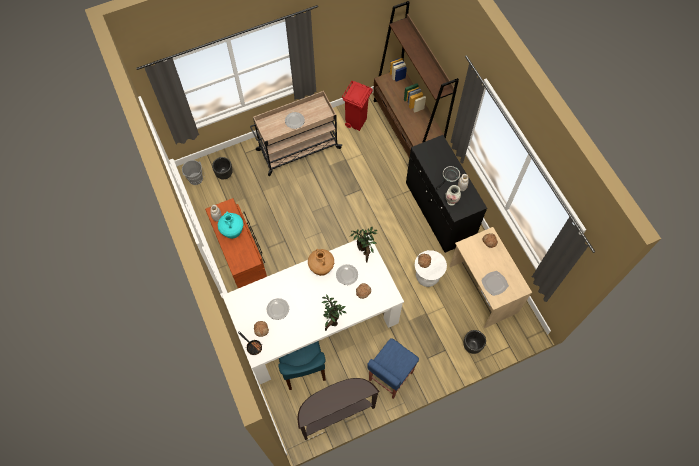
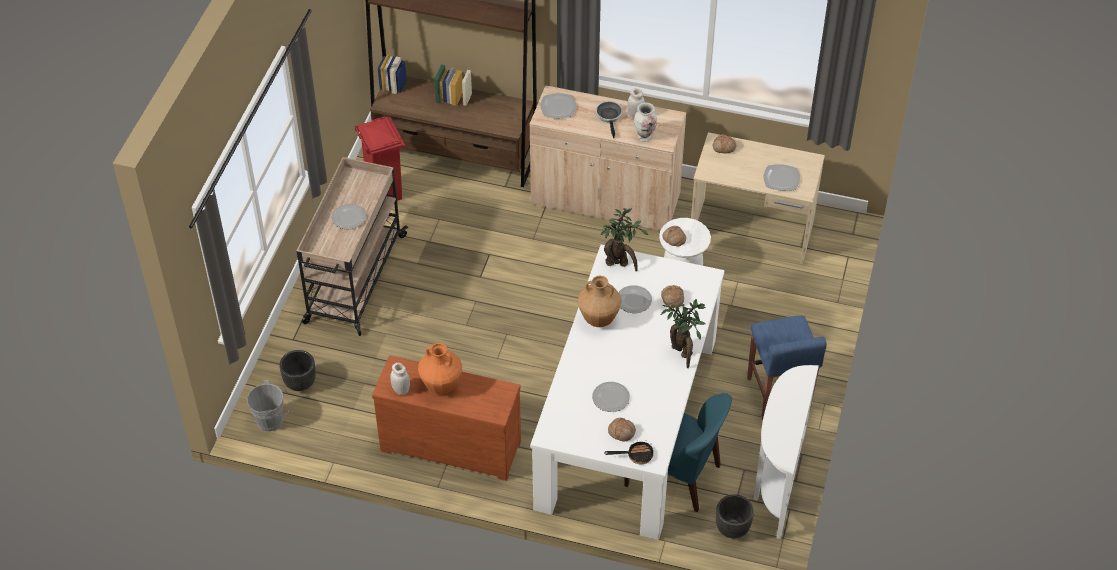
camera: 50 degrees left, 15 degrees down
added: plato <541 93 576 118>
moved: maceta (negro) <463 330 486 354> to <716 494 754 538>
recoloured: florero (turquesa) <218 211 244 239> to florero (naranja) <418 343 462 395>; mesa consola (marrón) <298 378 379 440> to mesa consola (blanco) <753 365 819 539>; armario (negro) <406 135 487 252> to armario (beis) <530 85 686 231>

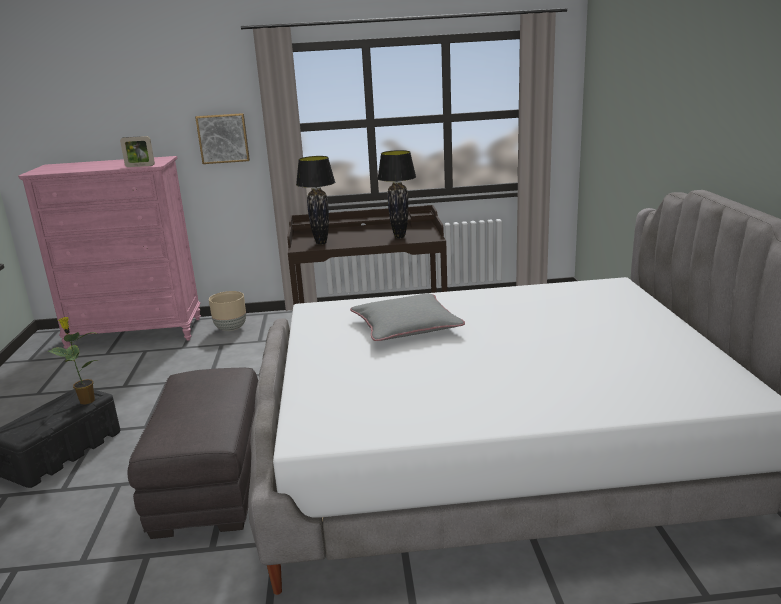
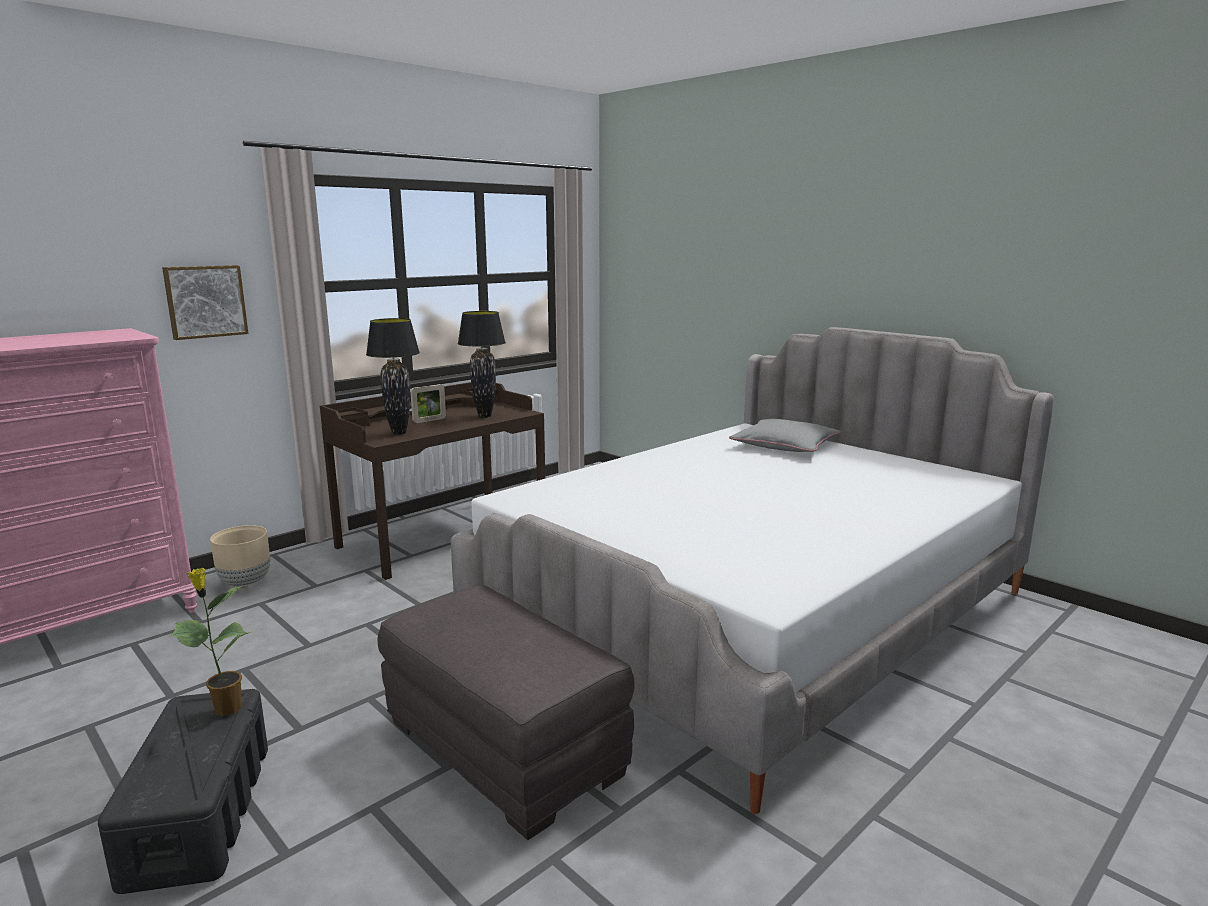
camera: 40 degrees left, 5 degrees down
moved: portarretratos <120 136 155 167> to <410 384 446 423>; cojín (gris) <350 294 465 341> to <729 419 841 452>

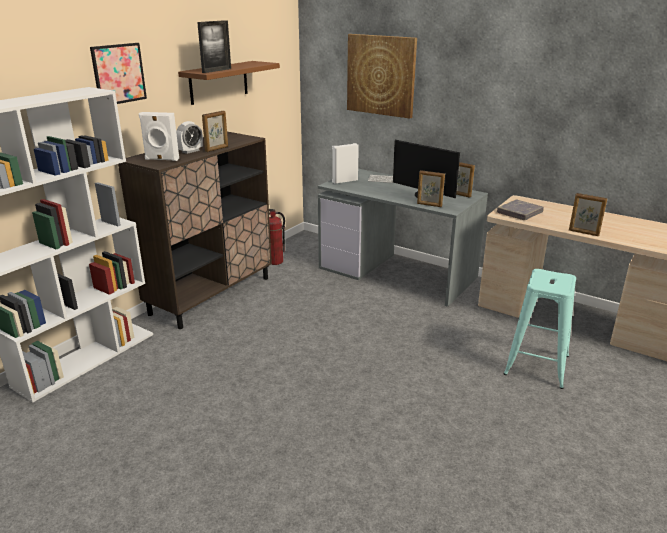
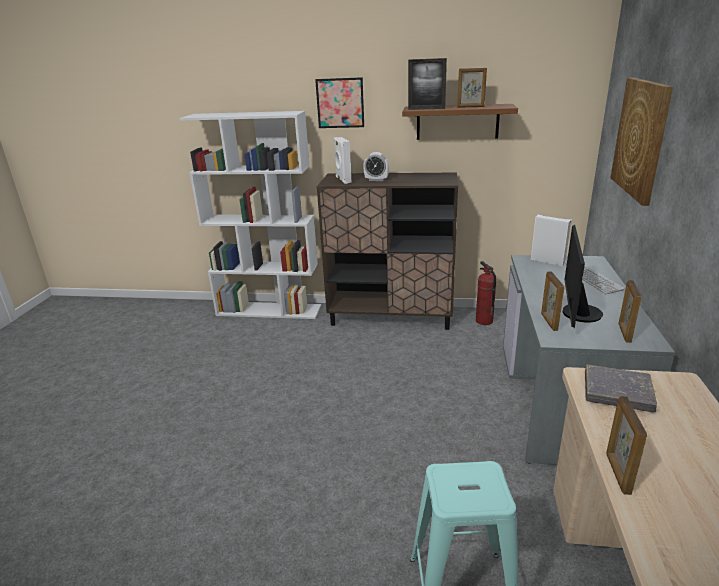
camera: 65 degrees right, 0 degrees up
moved: portarretratos <202 111 228 152> to <457 68 487 108>

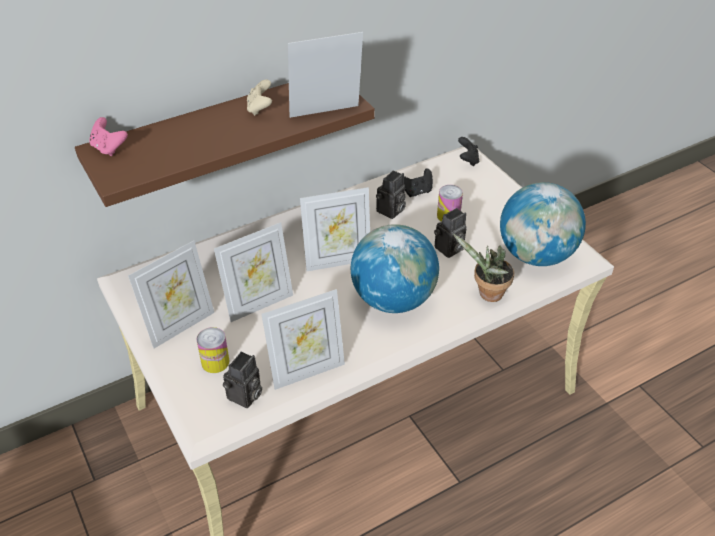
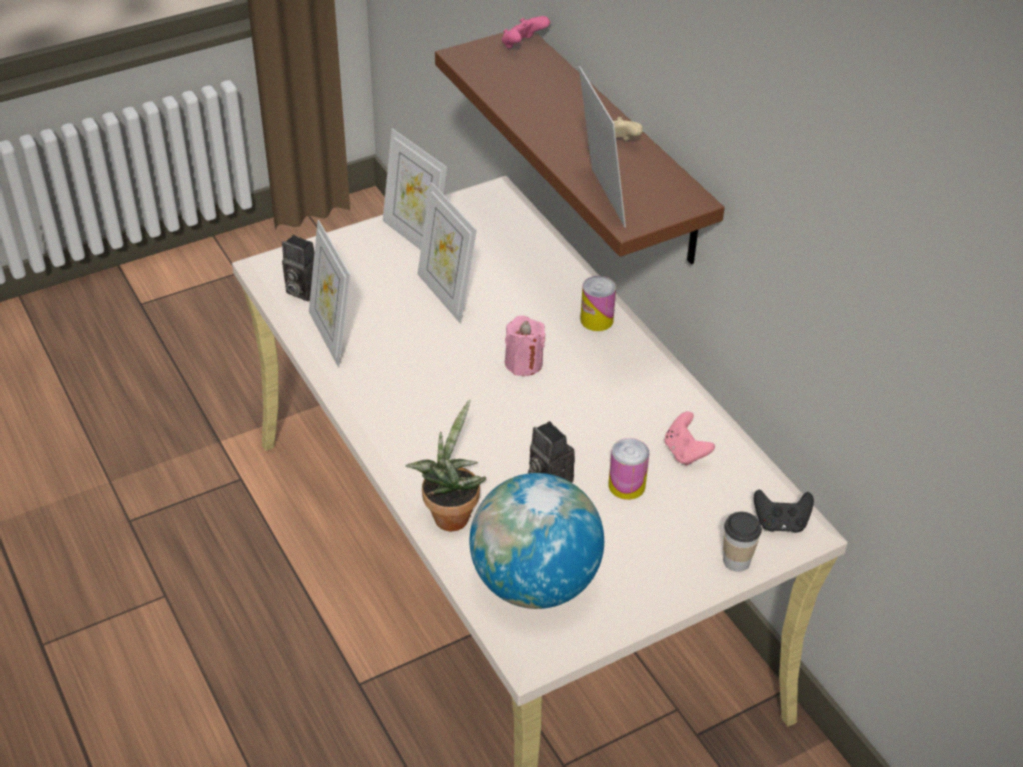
camera: 90 degrees right, 0 degrees up
removed: globo terráqueo <351 224 439 313>; cámara <376 170 406 219>
added: taza <723 512 762 572>
moved: lata <197 327 229 373> to <580 276 616 331>
replaced: portarretratos <300 187 370 271> to vela (rosa) <505 316 546 376>
recoloured: mando de consola (negro) <404 168 433 197> to mando de consola (rosa) <665 411 715 466>

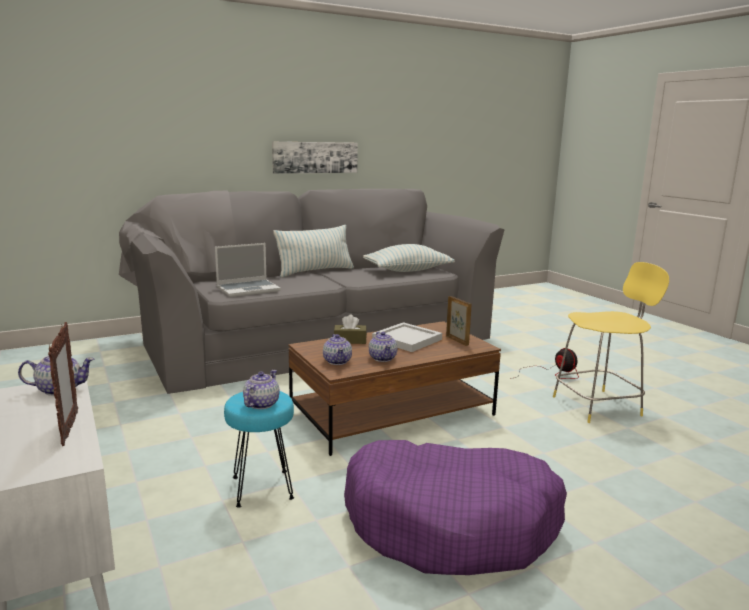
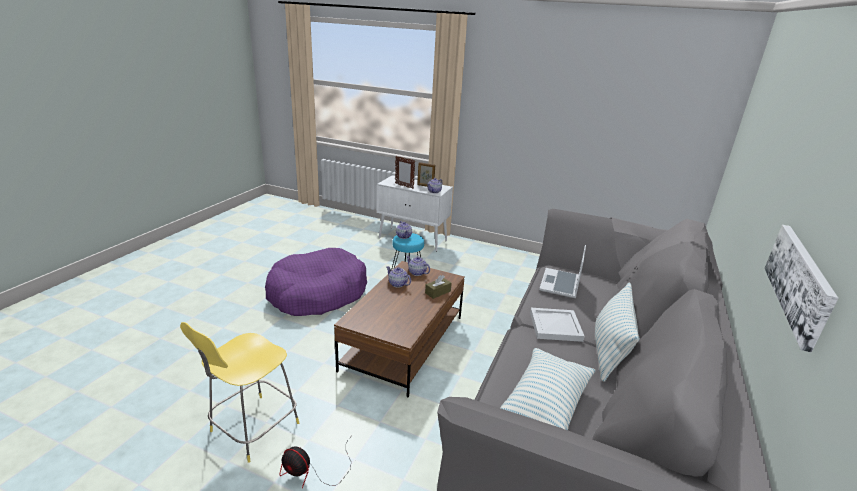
camera: 140 degrees right, 10 degrees up
moved: bandeja (blanco) <372 322 442 352> to <530 308 585 342>; portarretratos <446 296 472 346> to <417 162 435 187>

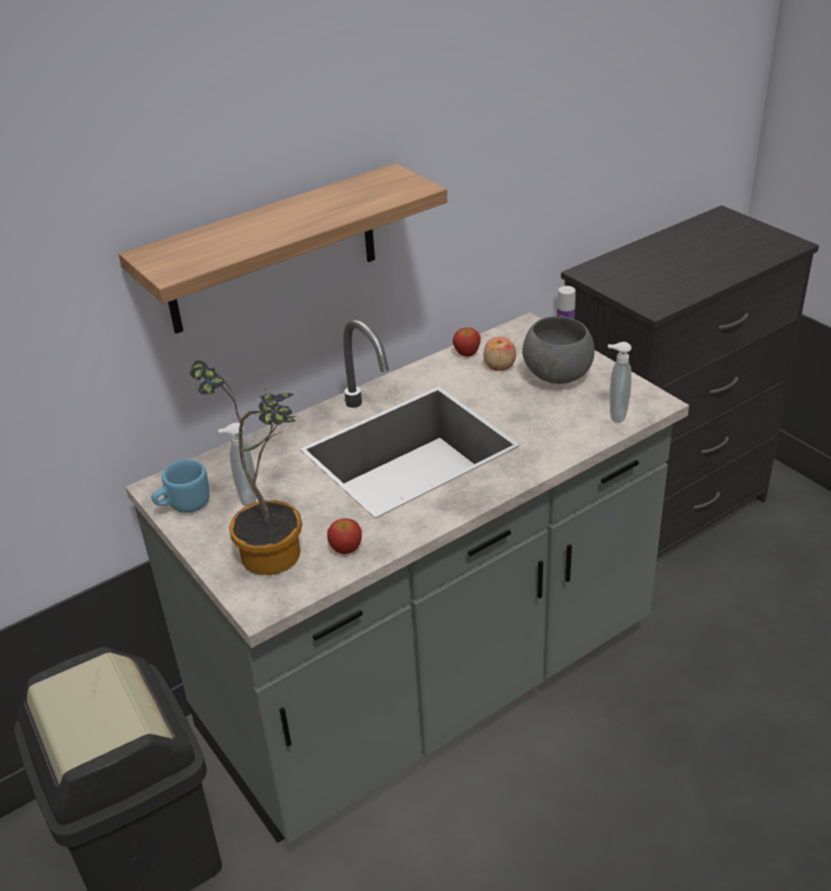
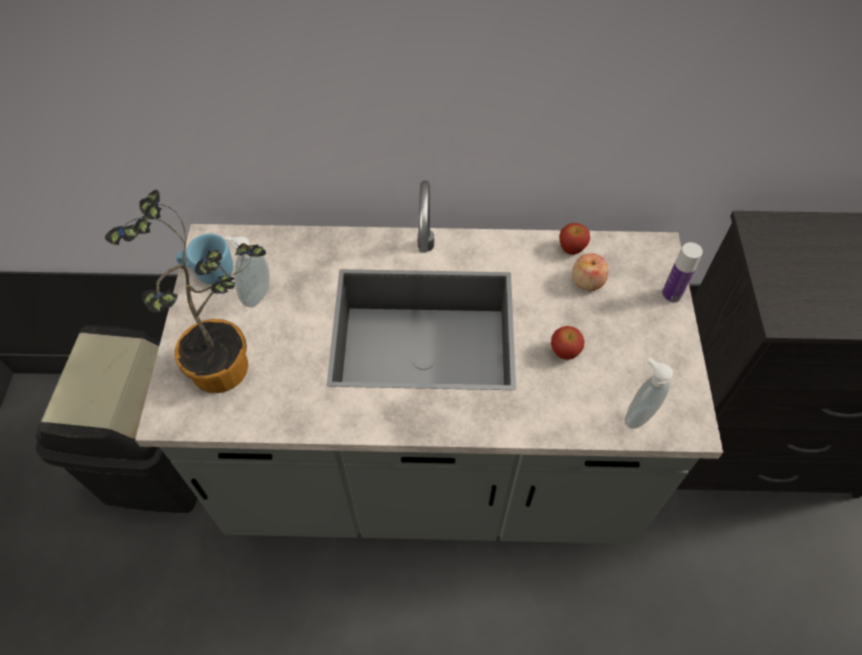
camera: 35 degrees right, 20 degrees up
removed: estante <119 163 447 334>; cuenco (gris) <522 316 595 384>
moved: manzana <327 518 362 554> to <551 326 585 360>

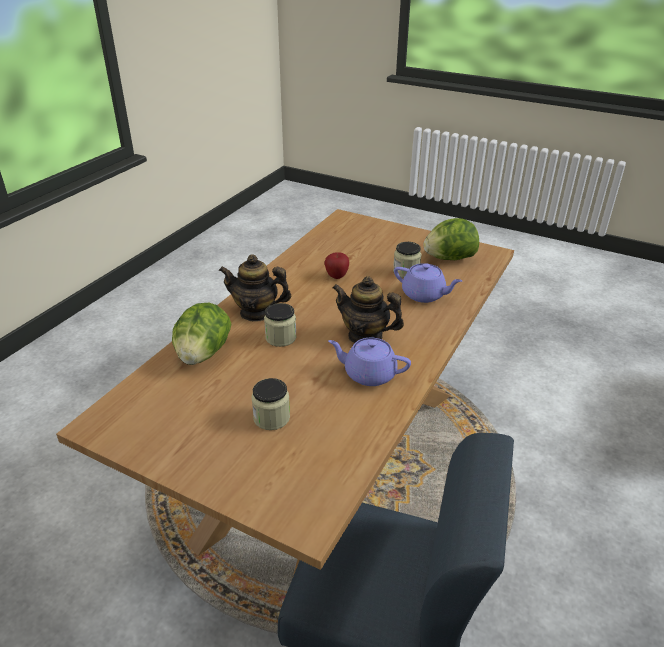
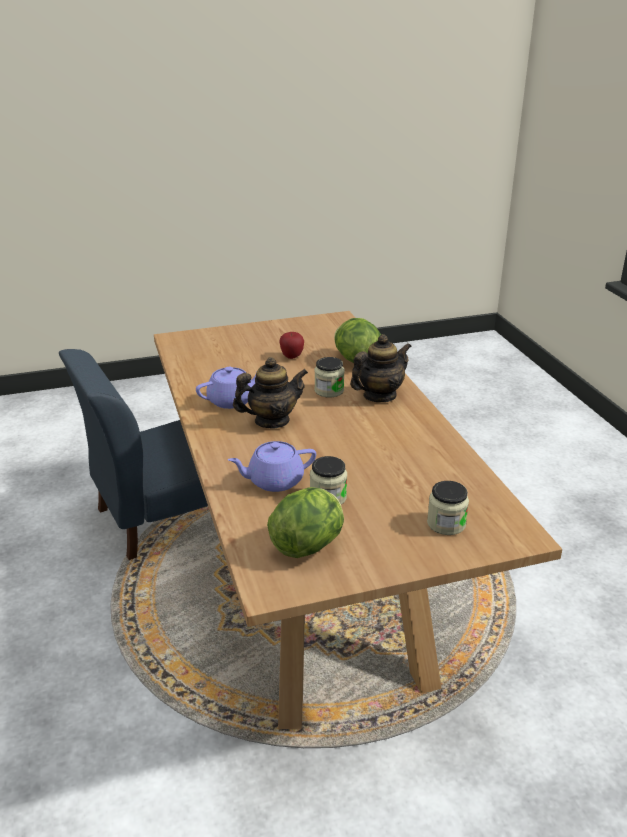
camera: 135 degrees right, 5 degrees down
moved: tarro <251 378 290 430> to <427 481 469 535>; manzana <325 252 349 279> to <279 332 304 359>

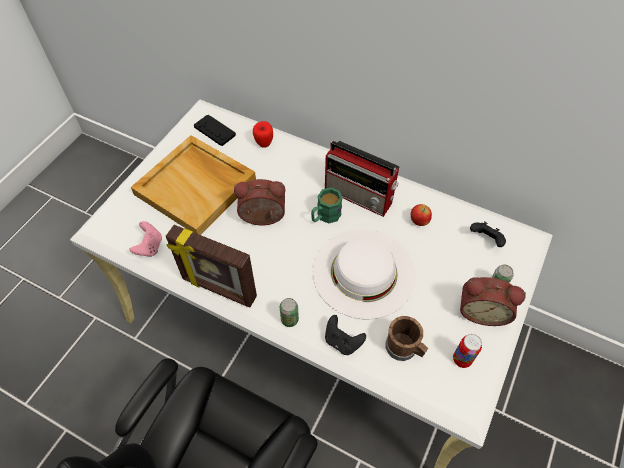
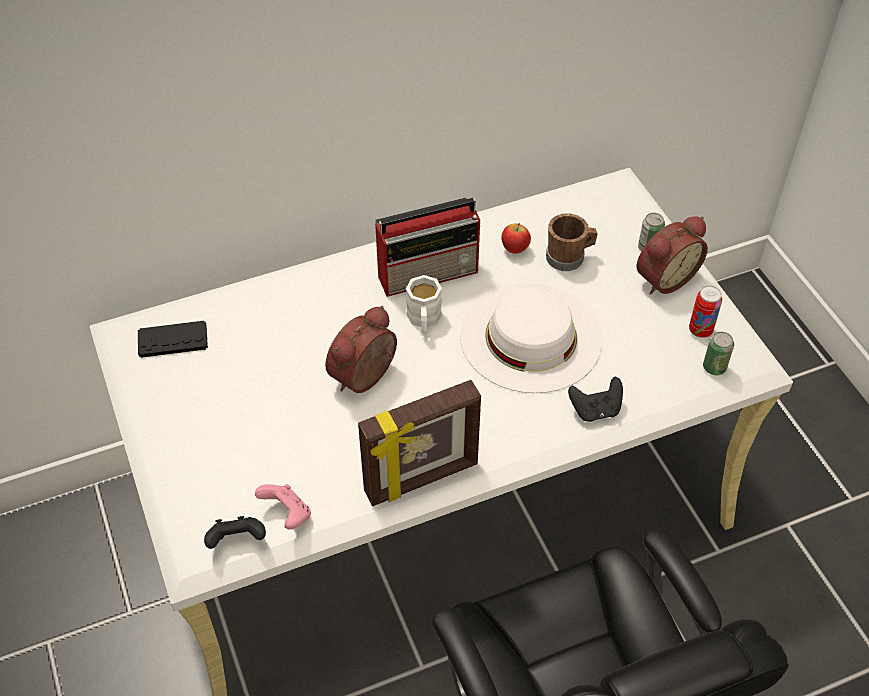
camera: 50 degrees left, 5 degrees down
removed: bandeja (beis) <131 135 256 235>; manzana <253 121 273 148>
moved: lata <280 298 299 327> to <703 332 734 375>; taza grande (marrón) <386 316 428 361> to <546 214 598 271>; mando de consola (negro) <470 221 506 247> to <204 516 266 549>
recoloured: taza grande (verde) <311 187 343 224> to taza grande (blanco) <406 275 442 333>

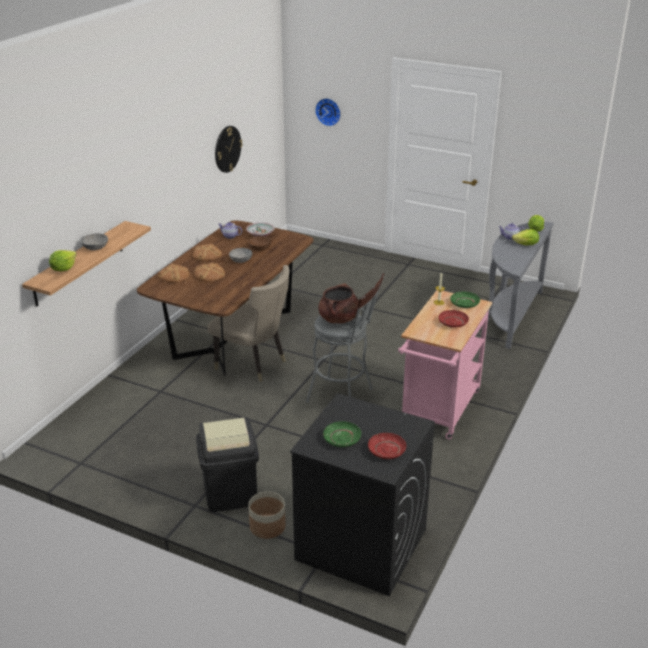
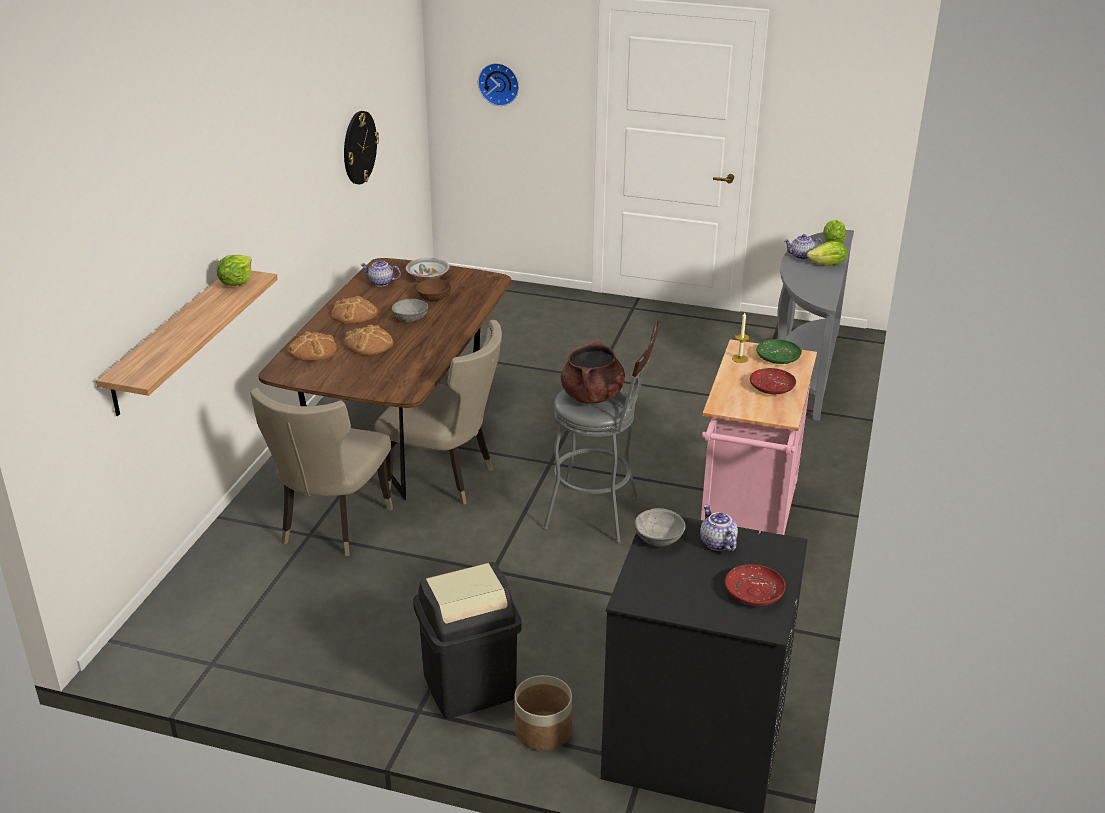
camera: 10 degrees left, 0 degrees up
removed: plato (verde) <323 421 361 447>
added: silla (beis) <250 388 393 556>; tetera <700 505 738 551>
moved: lechuga <49 250 77 271> to <217 255 252 286>; cuenco (gris) <81 233 108 250> to <635 508 686 546>

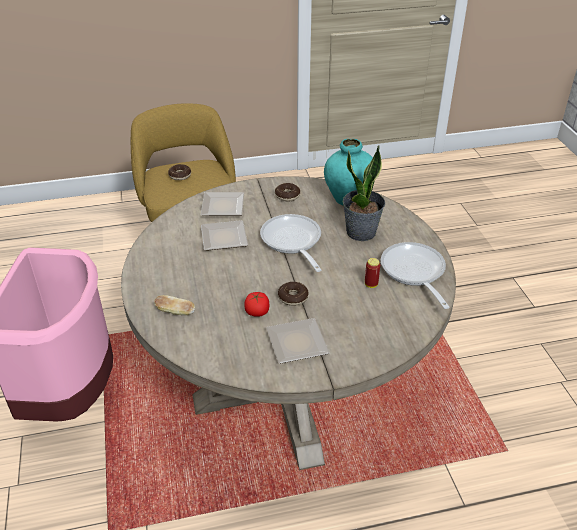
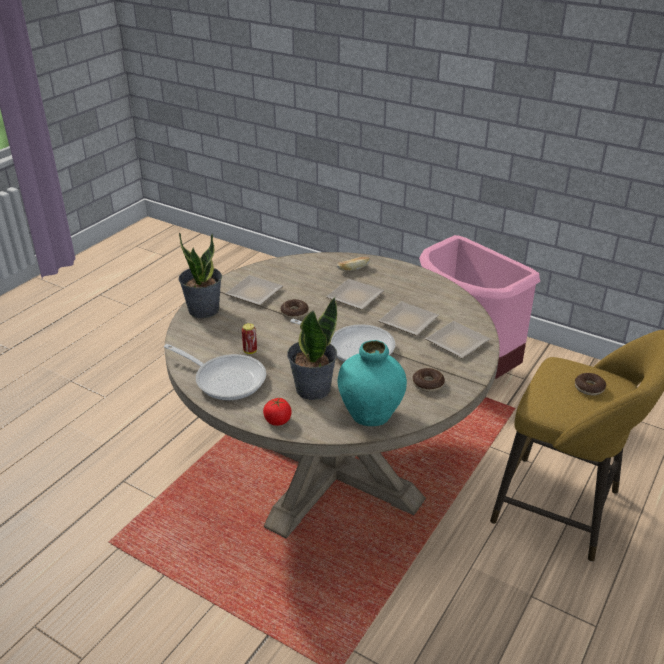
camera: 135 degrees right, 5 degrees down
added: planta en maceta <178 233 222 318>; plato <326 279 384 310>
moved: tomate <244 292 269 317> to <263 398 292 426>

